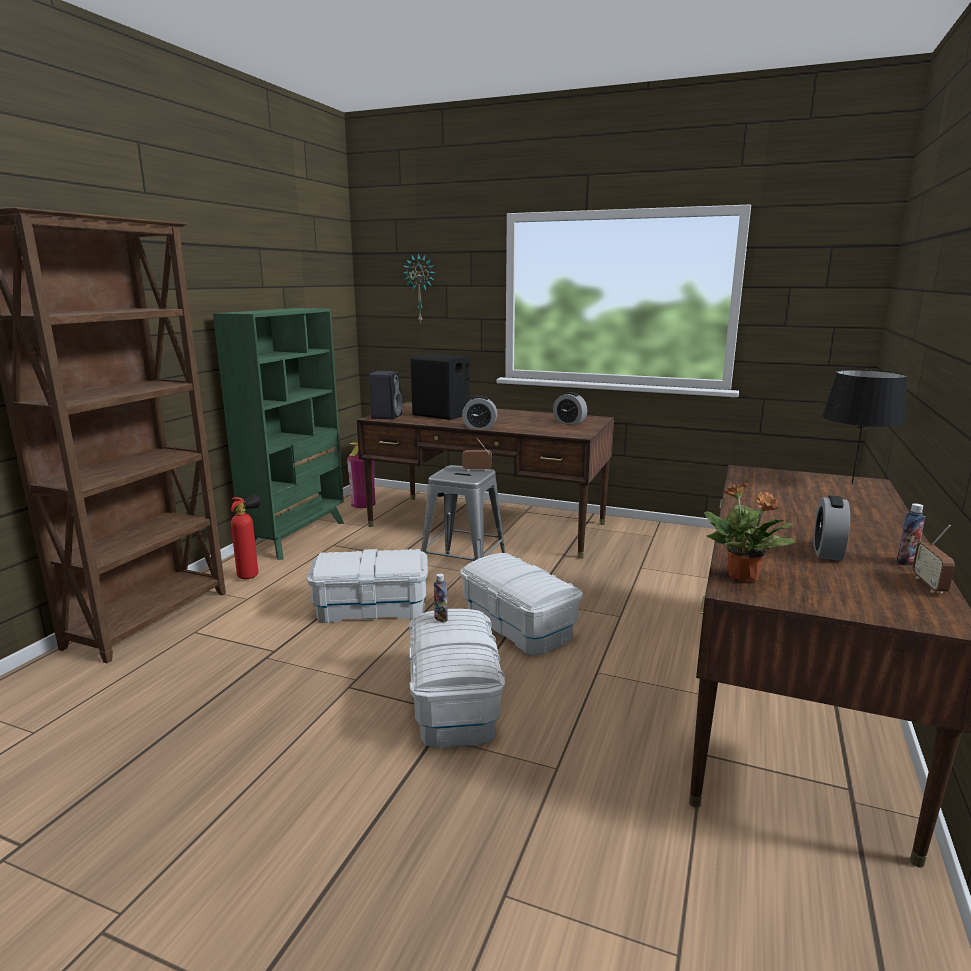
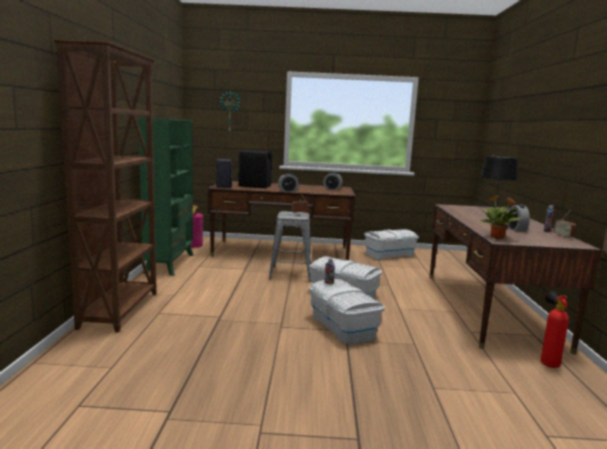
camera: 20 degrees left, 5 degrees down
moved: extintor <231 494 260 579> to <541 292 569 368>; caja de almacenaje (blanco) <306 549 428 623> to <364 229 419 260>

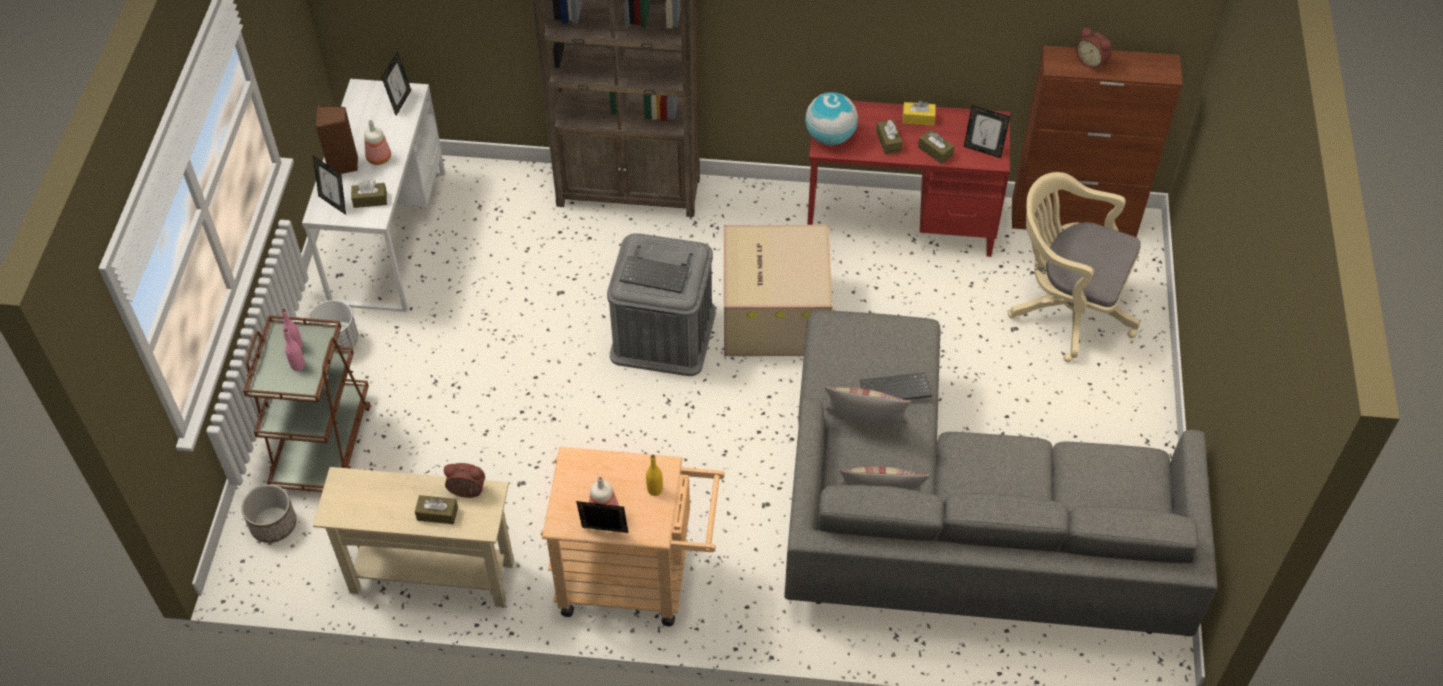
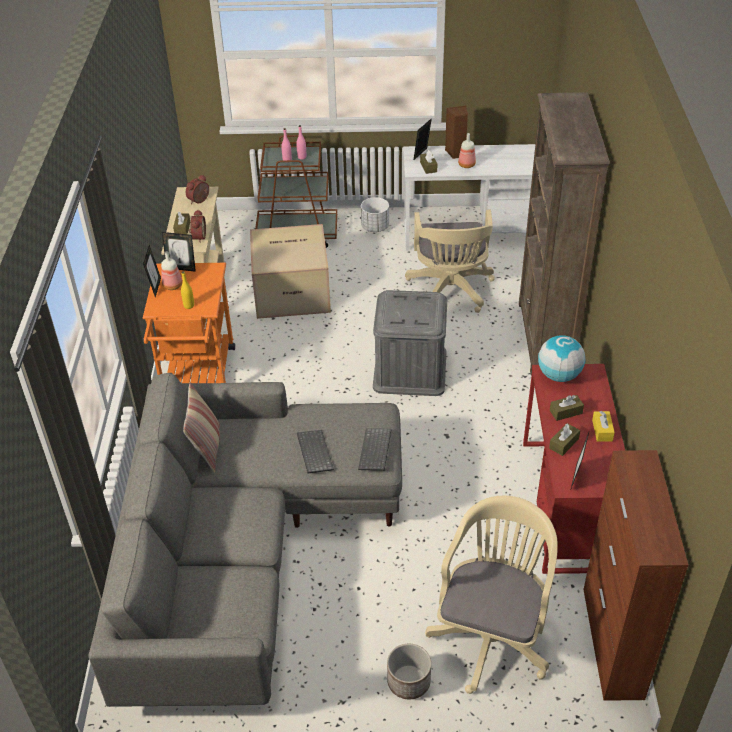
camera: 85 degrees right, 10 degrees down
removed: cojín <825 386 911 424>
added: silla de oficina (beis) <405 210 495 313>
moved: maceta <241 485 296 543> to <387 644 431 699>; portarretratos <381 51 411 116> to <162 232 196 272>; teclado <619 256 689 293> to <358 428 391 471>; caja de cartón <724 225 833 356> to <250 224 331 319>; despertador <1075 27 1112 70> to <186 175 209 204>
recoloured: carrito (beis) <541 447 725 626> to carrito (naranja) <143 263 235 383>

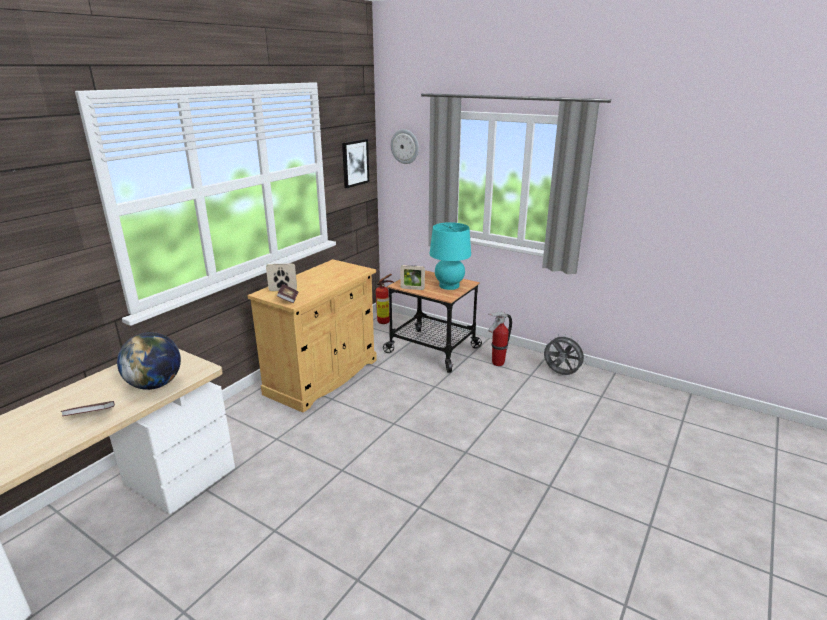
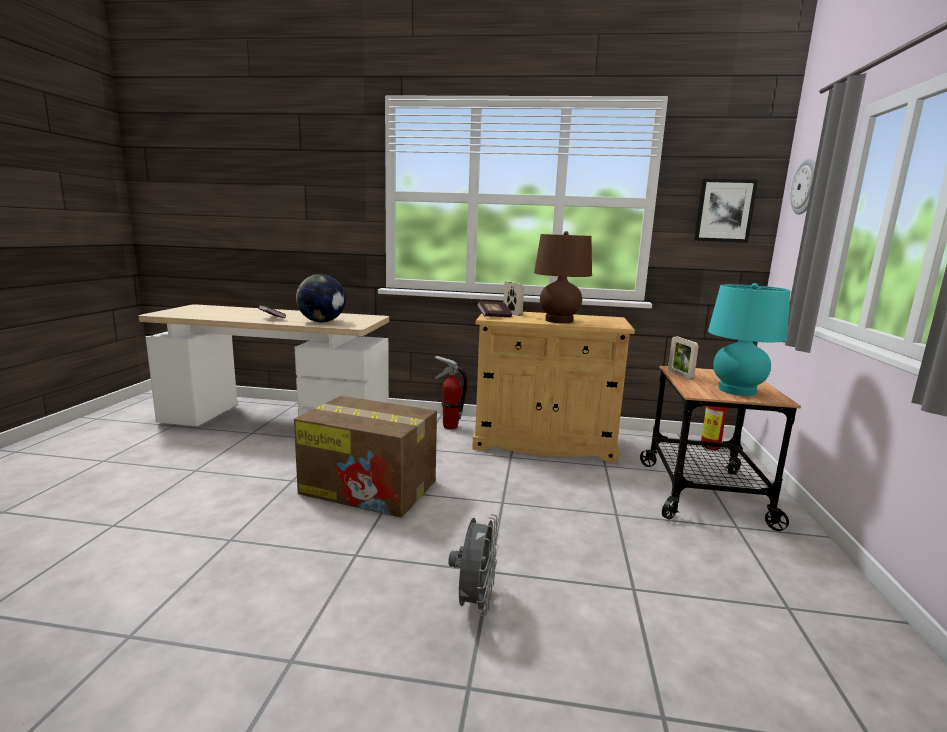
camera: 65 degrees right, 10 degrees down
added: caja de cartón <294 396 437 517>; lámpara de mesa (marrón) <534 231 592 323>
moved: extintor <488 312 512 366> to <435 356 467 429>; ventilador (gris) <544 334 587 375> to <448 514 499 616>

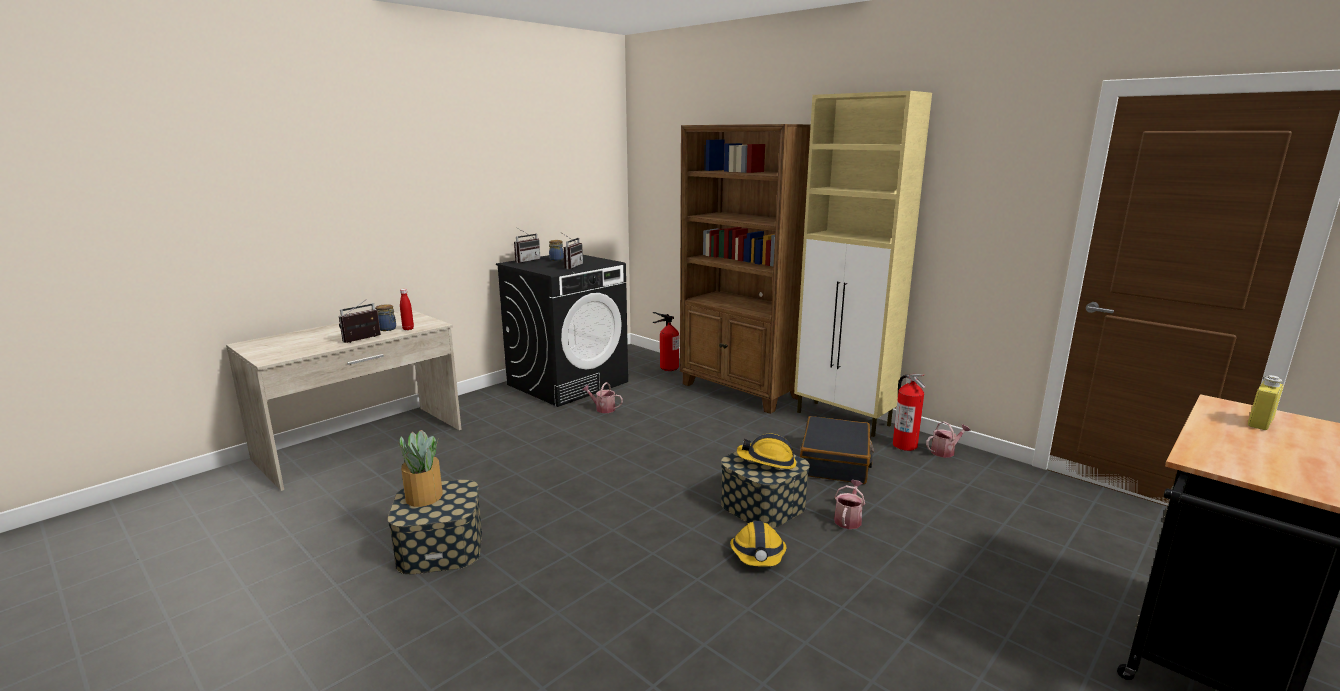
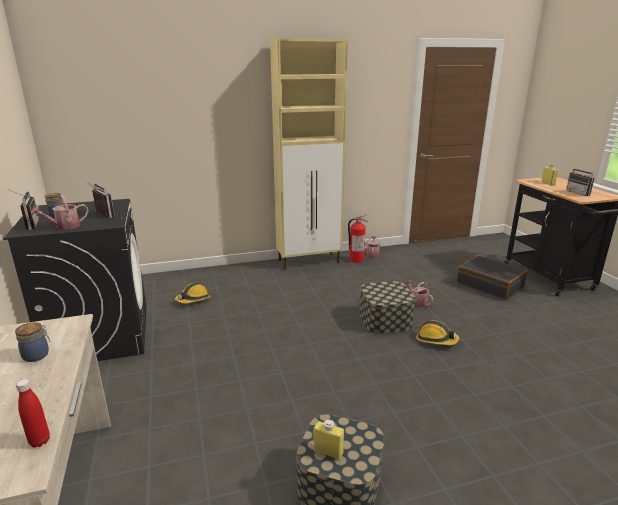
camera: 60 degrees left, 5 degrees up
removed: extintor <653 312 679 371>; estantería (marrón) <680 124 811 414>
moved: radio <339 299 381 343> to <566 163 594 196>; botella (rojo) <400 289 414 330> to <16 379 50 447>; regadera <582 382 623 413> to <31 195 89 230>; casco <737 434 796 469> to <175 283 211 304>; maleta (negro) <800 416 874 484> to <457 256 528 300>
replaced: planta en maceta <398 430 443 507> to botella (amarillo) <313 419 344 460>

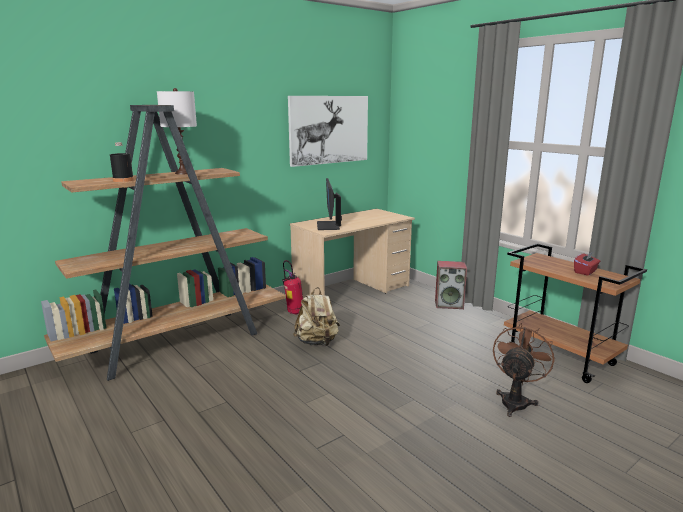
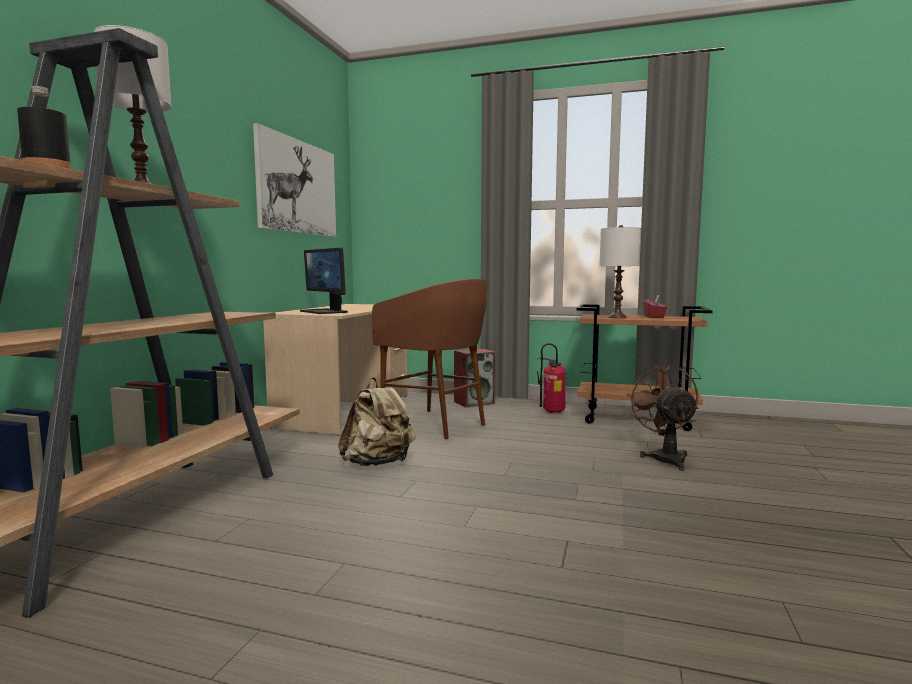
camera: 35 degrees left, 10 degrees down
added: taburete (marrón) <372 279 487 439>; lámpara de mesa (blanco) <600 225 641 318>
moved: extintor <282 260 303 314> to <537 343 566 413>

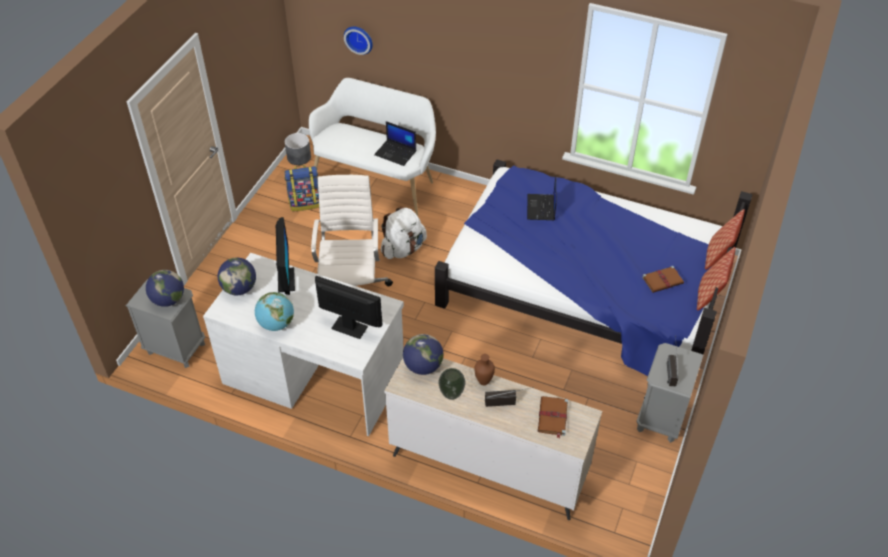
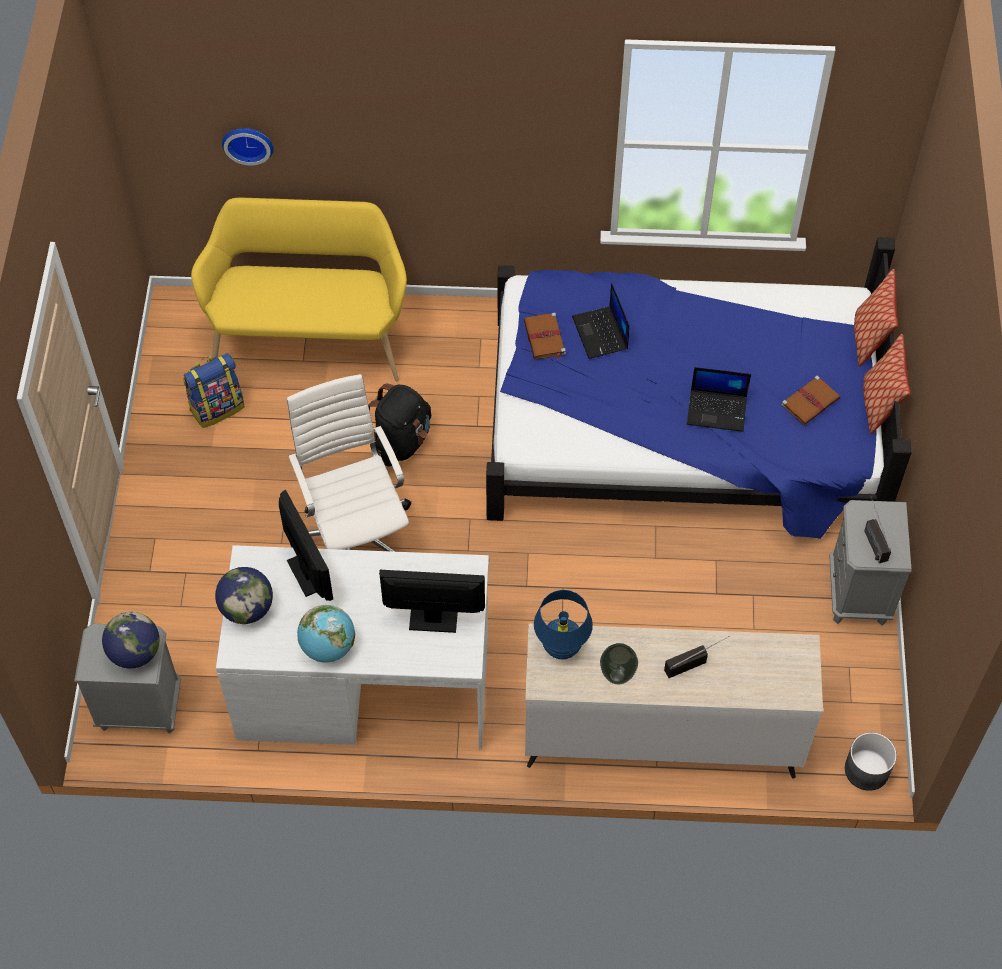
camera: 20 degrees left, 10 degrees up
removed: florero (marrón) <474 354 495 385>
moved: maceta (gris) <285 133 311 165> to <845 732 897 791>; portátil <374 121 416 166> to <687 367 751 432>; libro (marrón) <538 396 568 438> to <524 312 566 360>
replaced: globo terráqueo <403 334 443 375> to lámpara de mesa (azul) <534 590 593 659>
recoloured: banco (blanco) <309 78 436 216> to banco (amarillo) <191 198 407 381>; mochila (blanco) <381 207 427 259> to mochila (negro) <368 384 431 467>

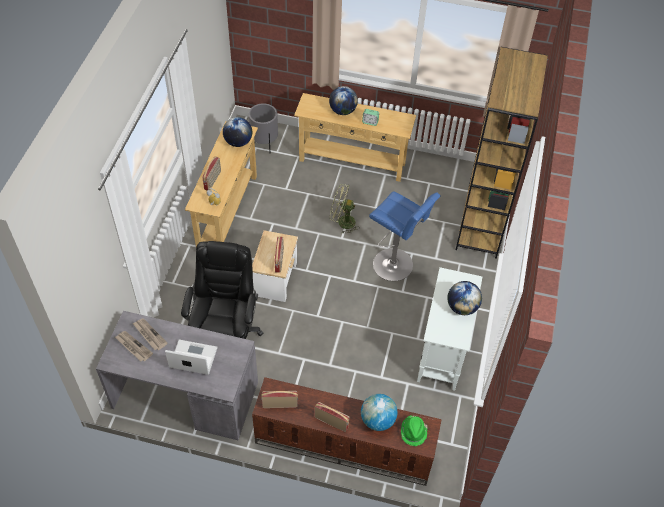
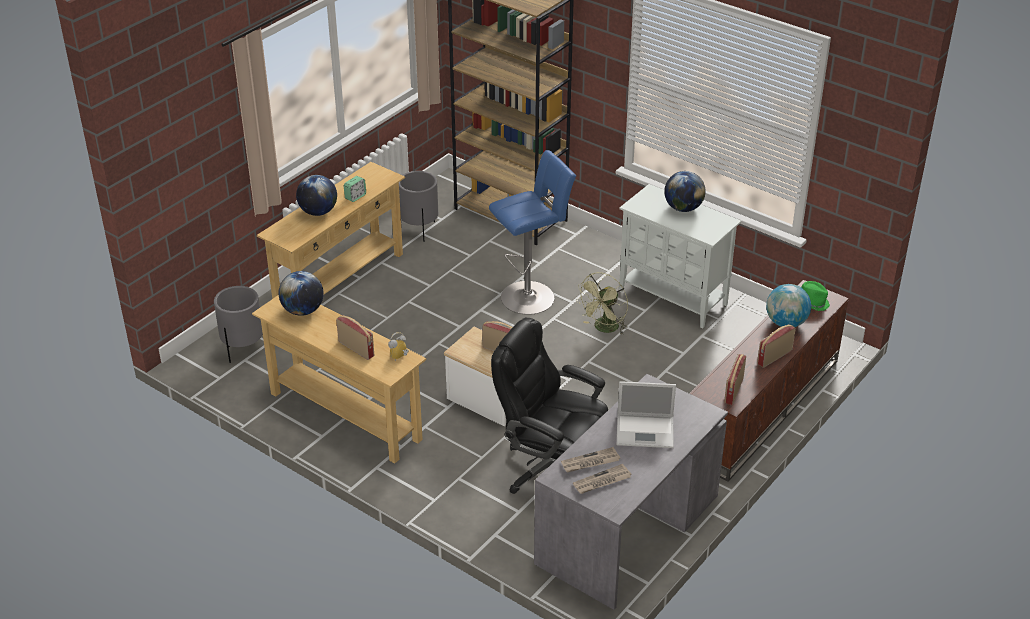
camera: 65 degrees left, 15 degrees down
added: maceta (gris) <399 171 438 242>
moved: ventilador (verde) <330 184 360 234> to <576 272 628 335>
turned: portátil <165 340 217 375> = <617 381 676 448> 120 degrees counterclockwise

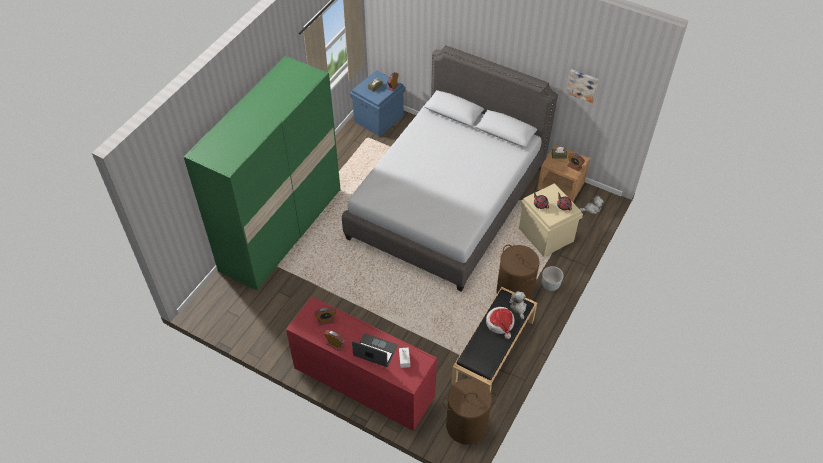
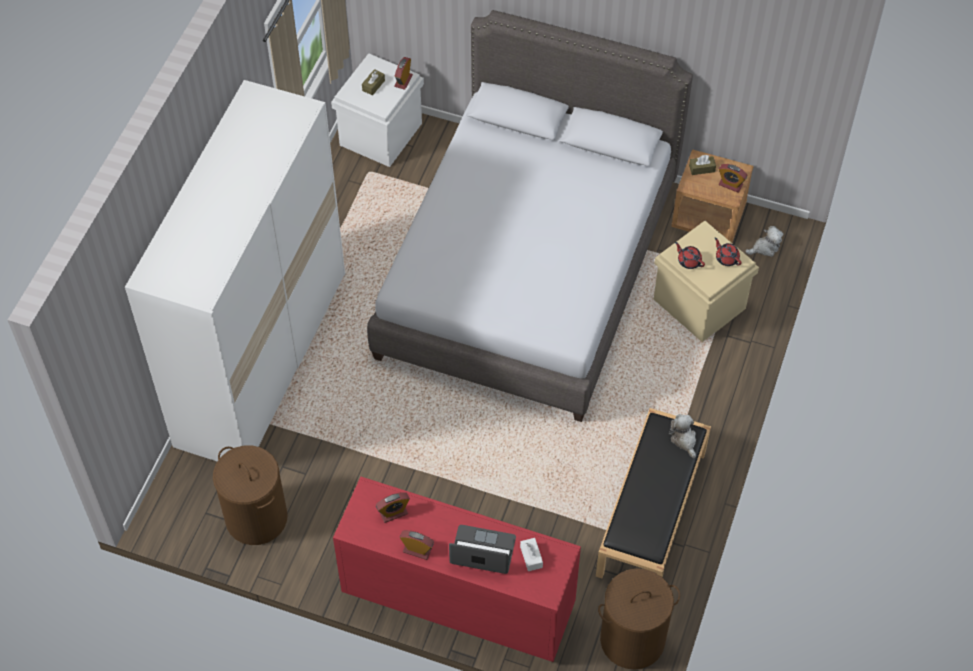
camera: 10 degrees left, 5 degrees up
removed: sombrero <486 307 515 339>; maceta (gris) <542 266 564 291>; cuadro <566 69 599 103>
moved: cesto de la ropa (marrón) <496 245 539 300> to <213 445 288 545>
recoloured: armario ropero (verde) <184 56 341 290> to armario ropero (blanco) <125 80 345 462>; caja de almacenaje (azul) <350 70 405 137> to caja de almacenaje (blanco) <331 53 424 167>

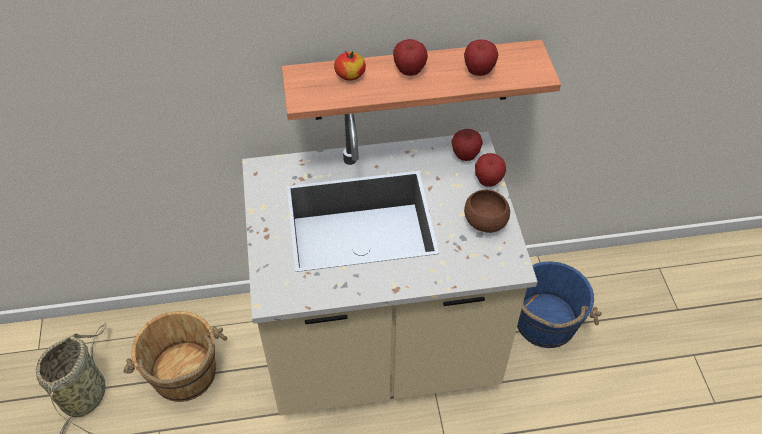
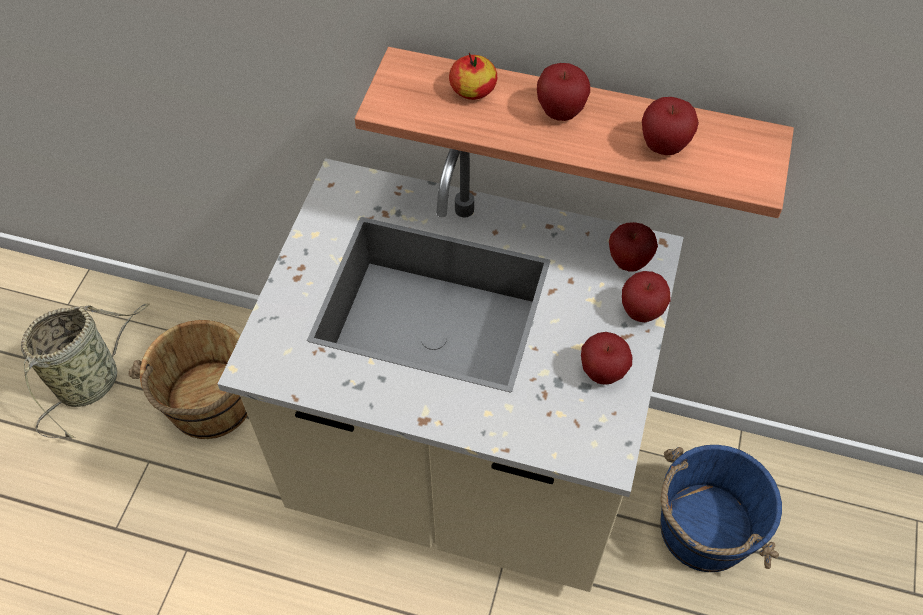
camera: 25 degrees right, 5 degrees up
replaced: cuenco (marrón) <464 190 510 233> to manzana <581 332 632 385>

